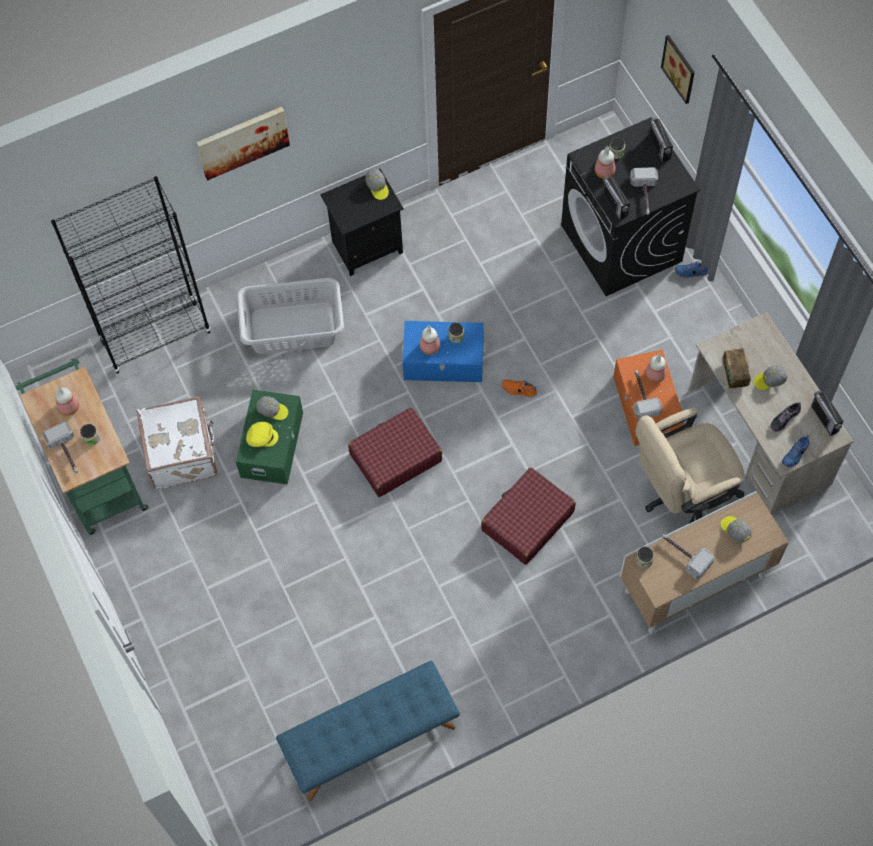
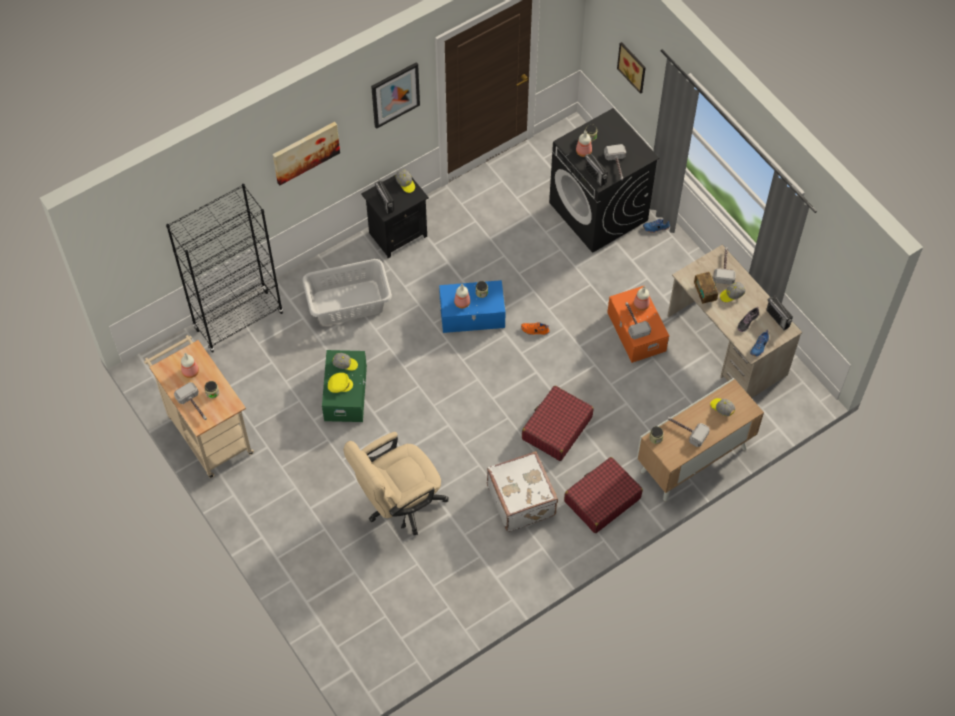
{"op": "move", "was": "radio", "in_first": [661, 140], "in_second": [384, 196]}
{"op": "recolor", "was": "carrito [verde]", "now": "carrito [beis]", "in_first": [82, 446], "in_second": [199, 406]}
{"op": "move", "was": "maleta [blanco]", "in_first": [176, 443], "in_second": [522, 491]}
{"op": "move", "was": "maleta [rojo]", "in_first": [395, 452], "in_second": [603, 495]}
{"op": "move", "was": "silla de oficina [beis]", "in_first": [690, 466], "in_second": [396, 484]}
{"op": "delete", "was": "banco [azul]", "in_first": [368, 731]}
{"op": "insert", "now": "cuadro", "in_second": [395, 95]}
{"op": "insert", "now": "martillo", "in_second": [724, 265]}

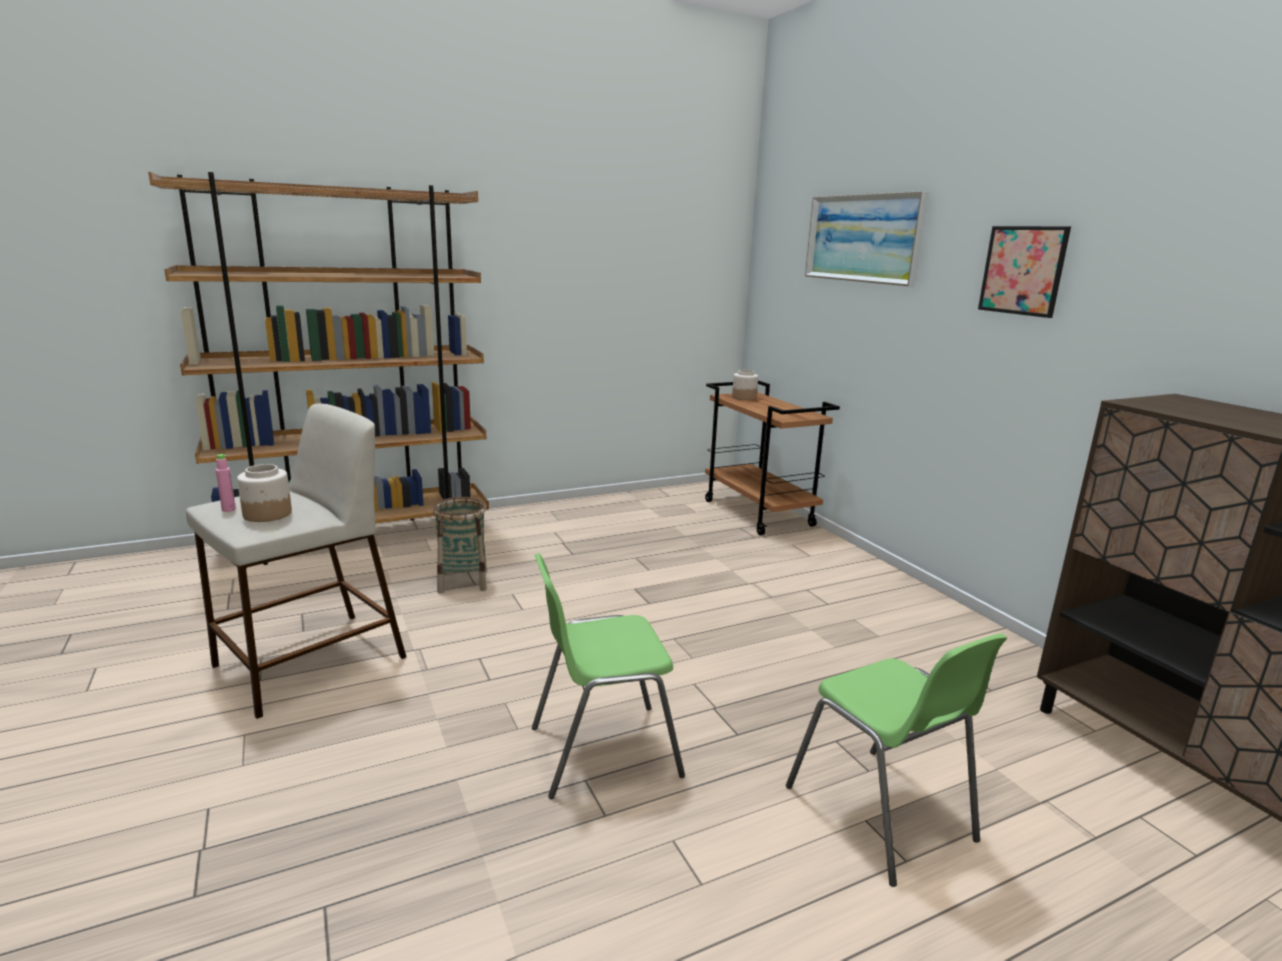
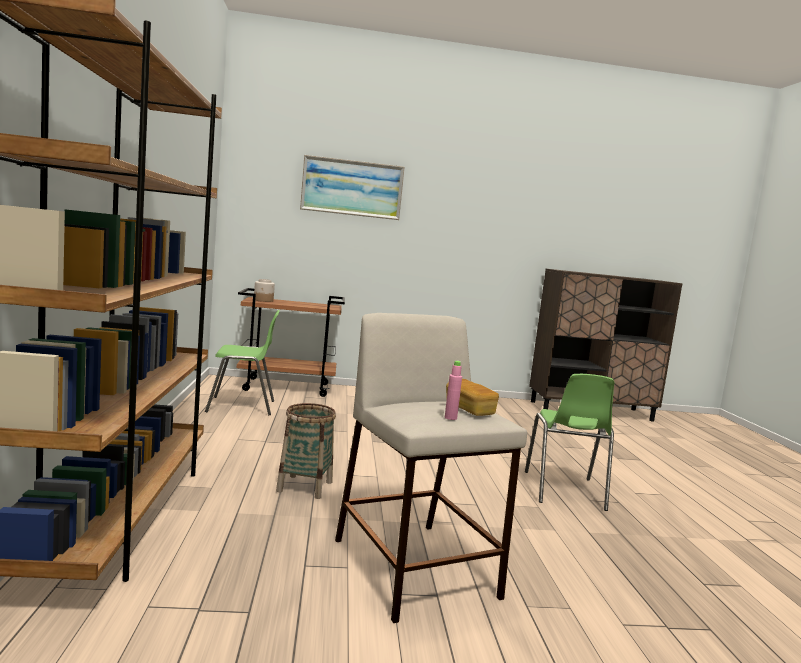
{"op": "delete", "was": "cuadro", "in_first": [1024, 272]}
{"op": "replace", "was": "tarro", "now": "pan", "in_first": [264, 493], "in_second": [472, 397]}
{"op": "move", "was": "silla [verde]", "in_first": [896, 760], "in_second": [242, 362]}

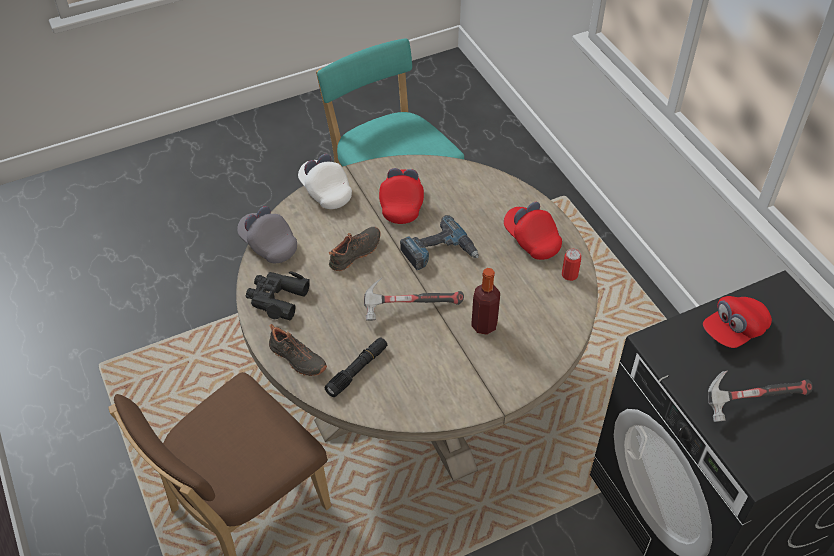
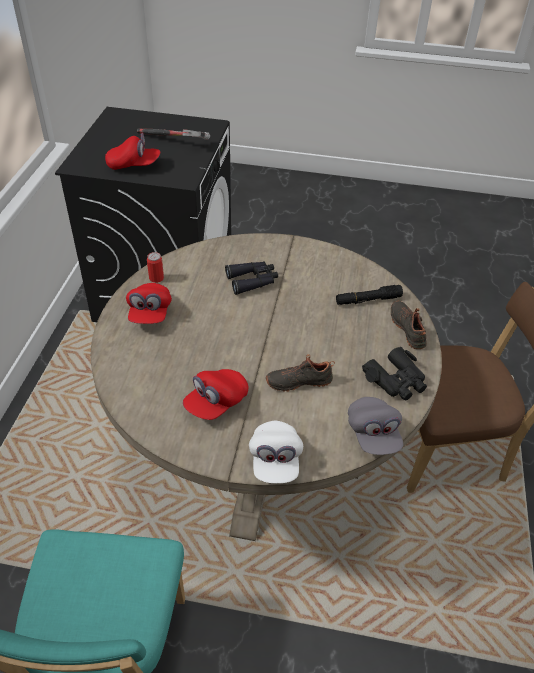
{"op": "delete", "was": "taladro", "in_first": [439, 242]}
{"op": "replace", "was": "botella", "now": "prismáticos [negro]", "in_first": [485, 301], "in_second": [251, 278]}
{"op": "delete", "was": "martillo", "in_first": [414, 299]}

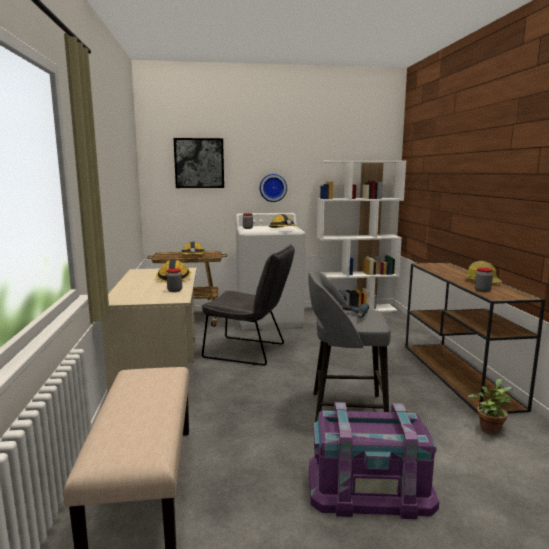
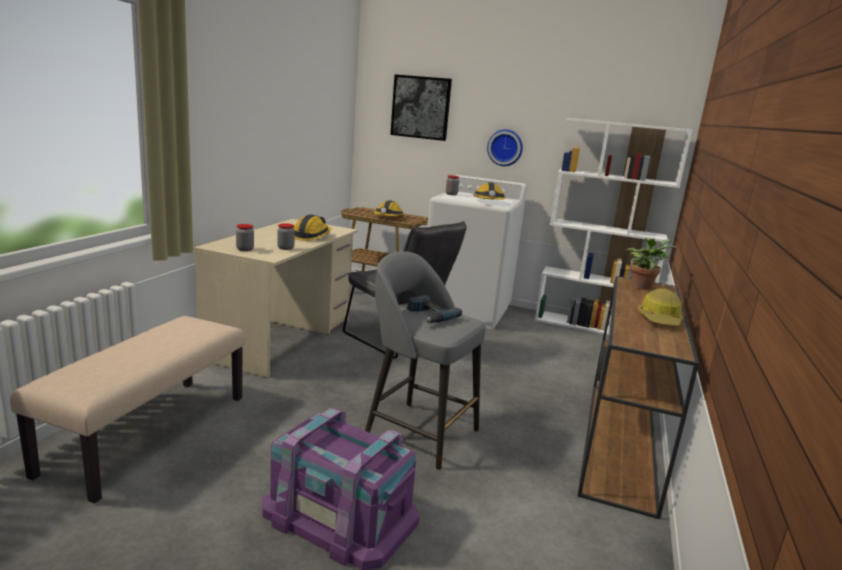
{"op": "move", "was": "tarro", "in_first": [484, 280], "in_second": [245, 237]}
{"op": "move", "was": "planta en maceta", "in_first": [490, 407], "in_second": [651, 264]}

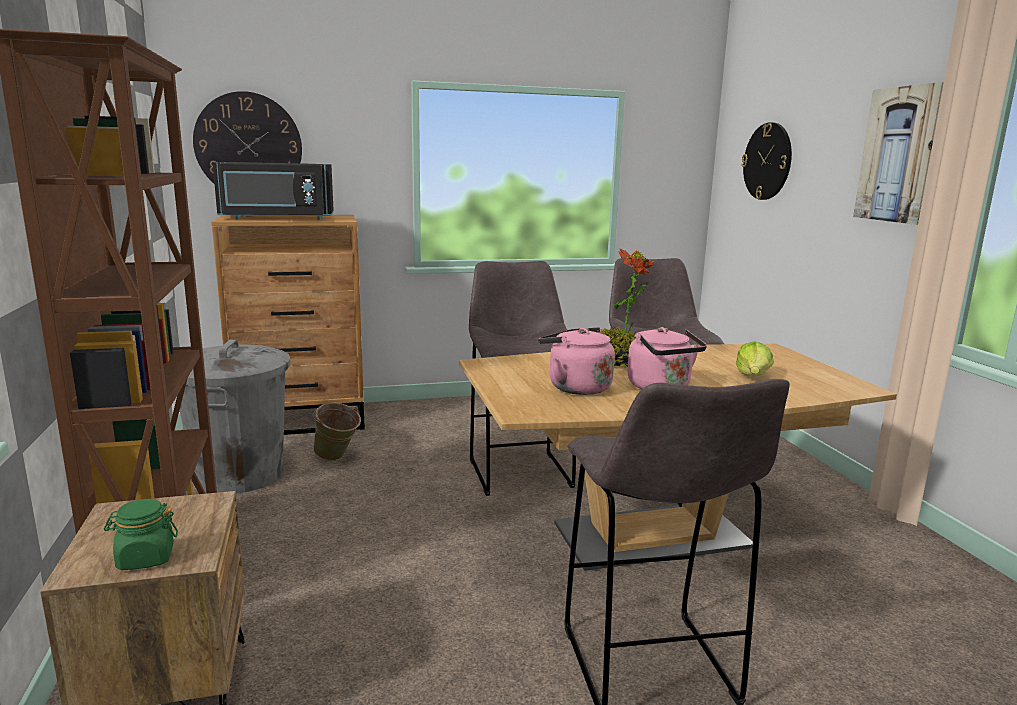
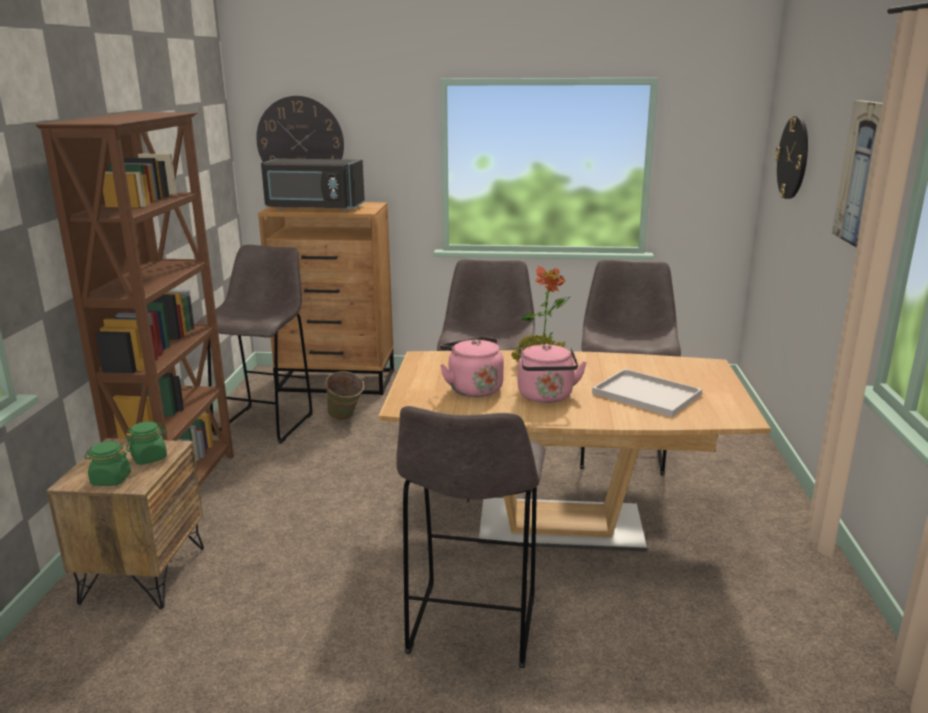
{"op": "replace", "was": "papelera [gris]", "now": "taburete [gris]", "in_first": [235, 416], "in_second": [255, 344]}
{"op": "replace", "was": "lechuga", "now": "bandeja [blanco]", "in_first": [755, 358], "in_second": [647, 393]}
{"op": "insert", "now": "tarro [verde]", "in_second": [146, 443]}

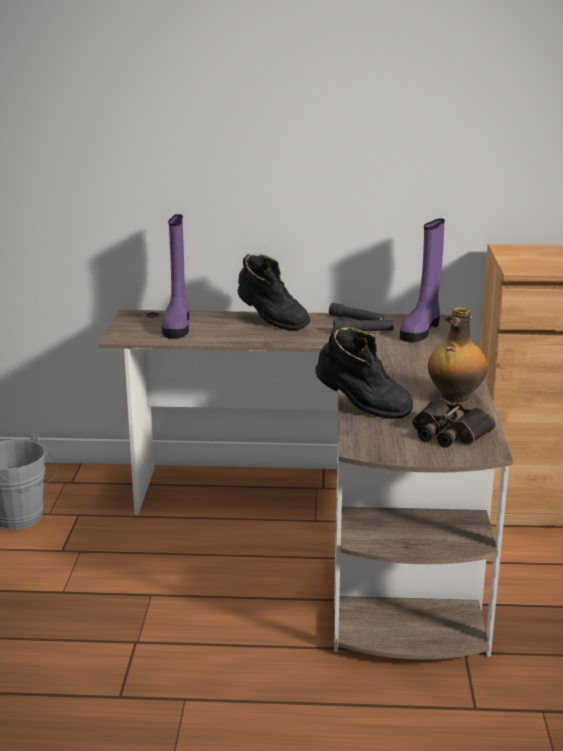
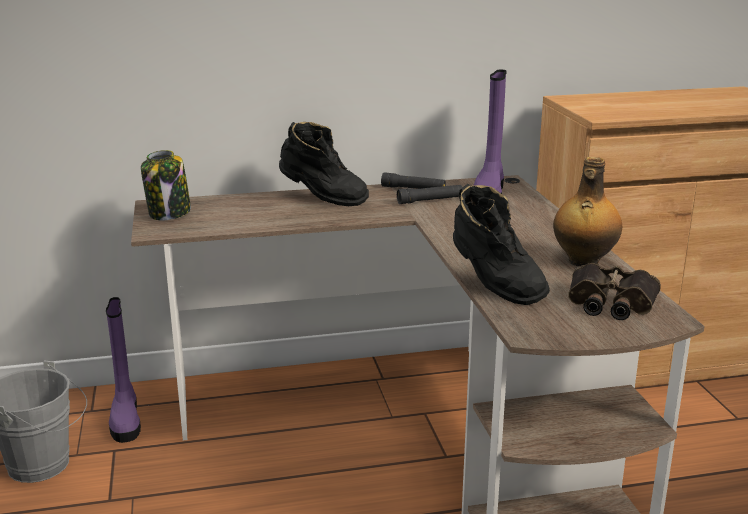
{"op": "move", "was": "bota [morado]", "in_first": [175, 276], "in_second": [123, 370]}
{"op": "rotate", "was": "bota [negro]", "in_first": [364, 373], "in_second": [501, 244], "clockwise": 45}
{"op": "insert", "now": "tarro", "in_second": [166, 185]}

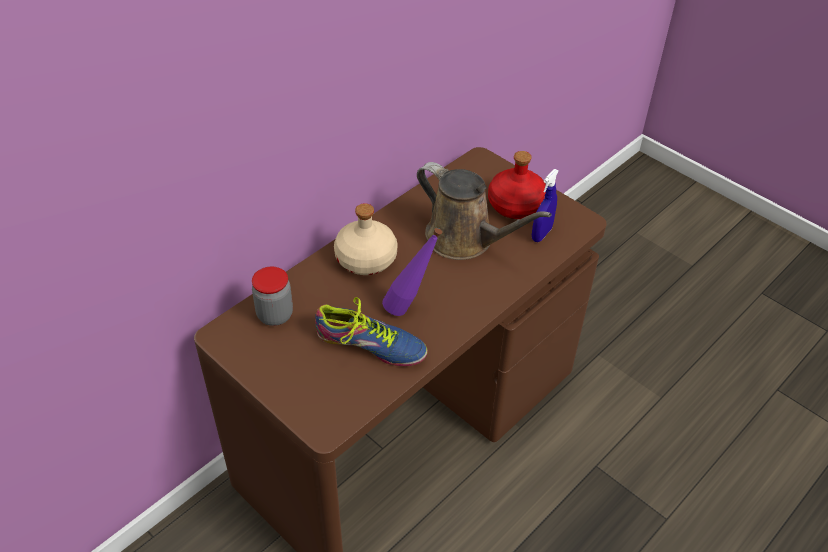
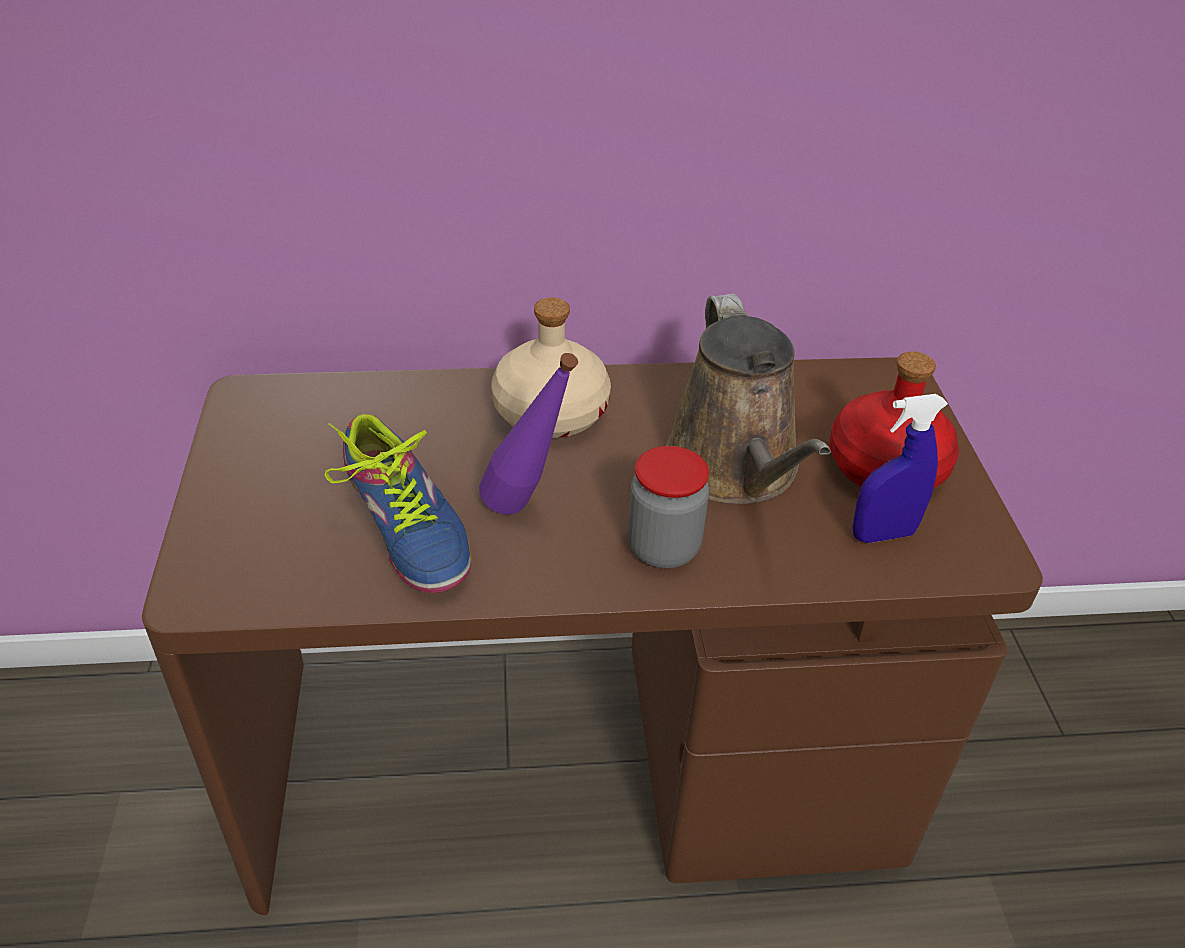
{"op": "move", "was": "tarro", "in_first": [272, 296], "in_second": [668, 507]}

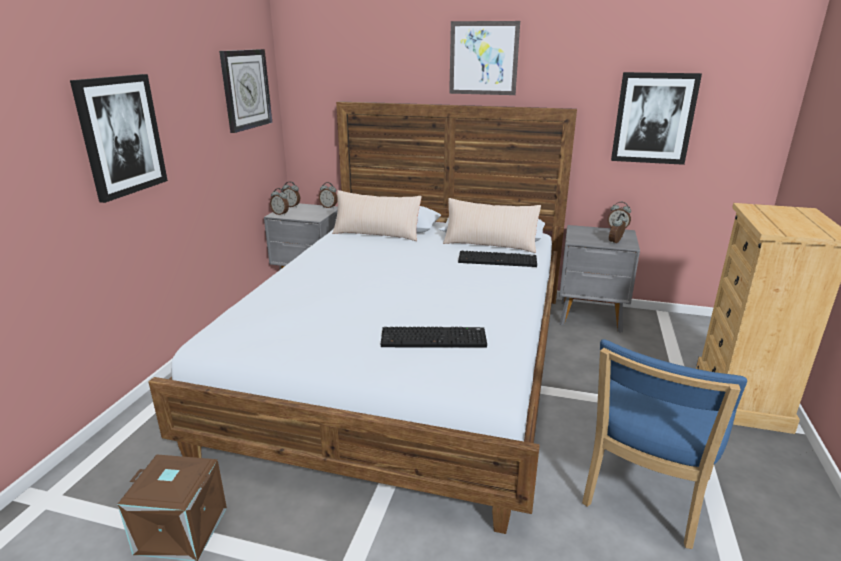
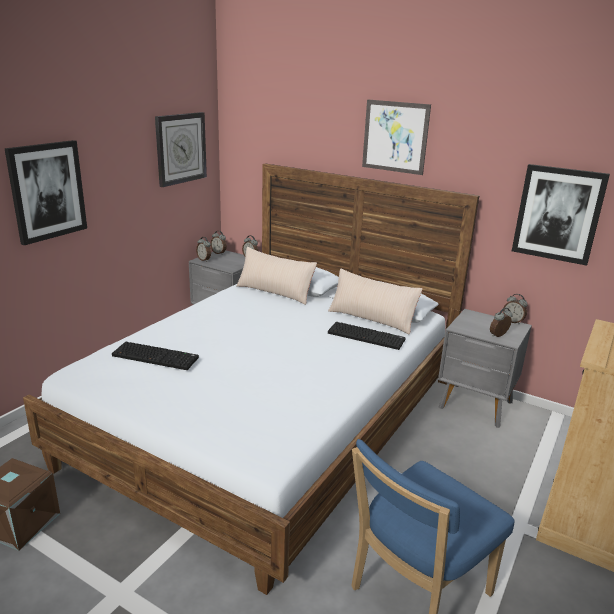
{"op": "move", "was": "teclado", "in_first": [434, 337], "in_second": [155, 356]}

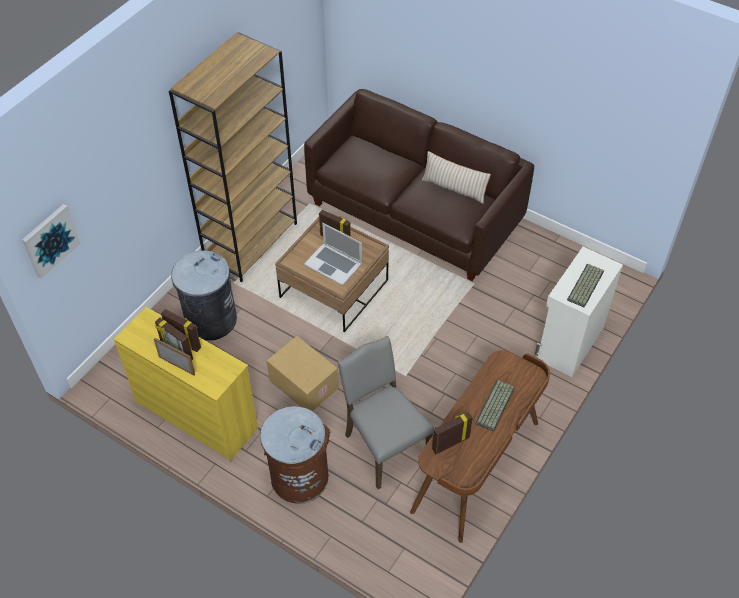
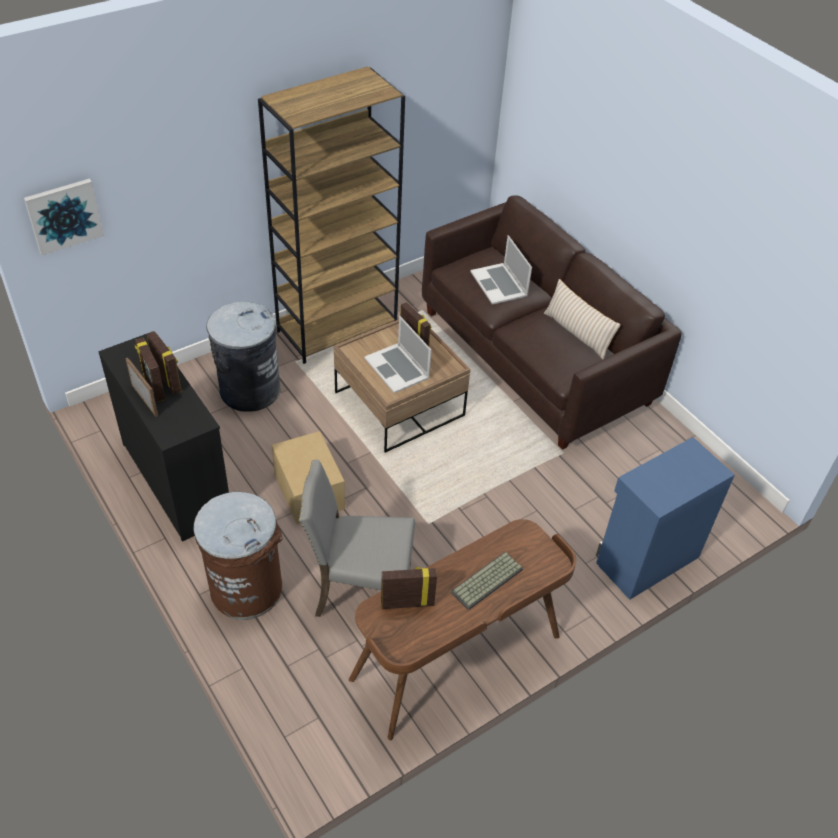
{"op": "recolor", "was": "armario [blanco]", "now": "armario [azul]", "in_first": [579, 312], "in_second": [665, 518]}
{"op": "delete", "was": "teclado", "in_first": [585, 286]}
{"op": "recolor", "was": "cómoda [amarillo]", "now": "cómoda [negro]", "in_first": [186, 384], "in_second": [163, 436]}
{"op": "rotate", "was": "silla [gris]", "in_first": [386, 412], "in_second": [357, 538], "clockwise": -75}
{"op": "insert", "now": "portátil", "in_second": [501, 270]}

